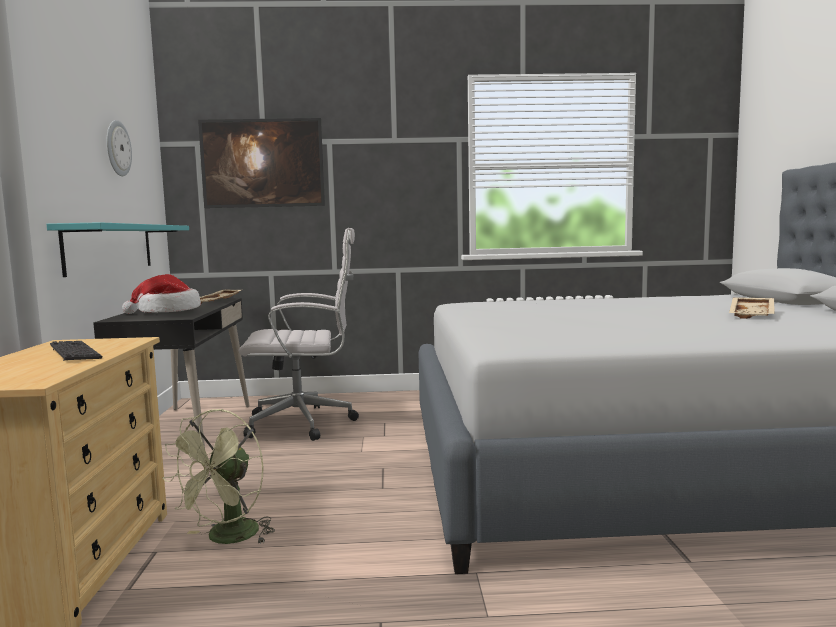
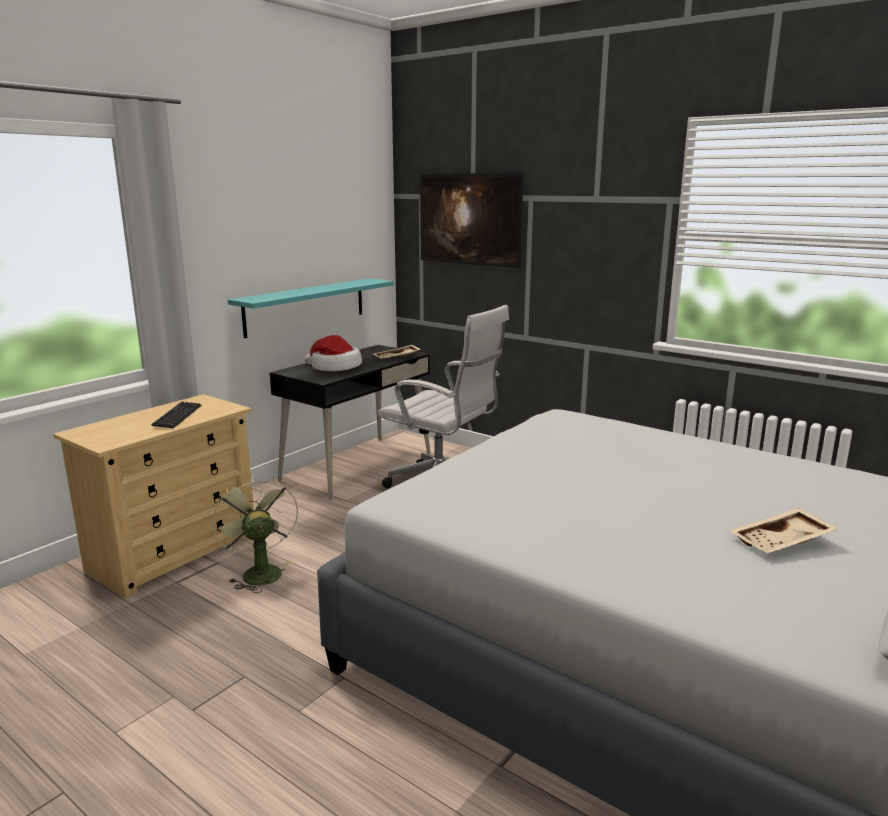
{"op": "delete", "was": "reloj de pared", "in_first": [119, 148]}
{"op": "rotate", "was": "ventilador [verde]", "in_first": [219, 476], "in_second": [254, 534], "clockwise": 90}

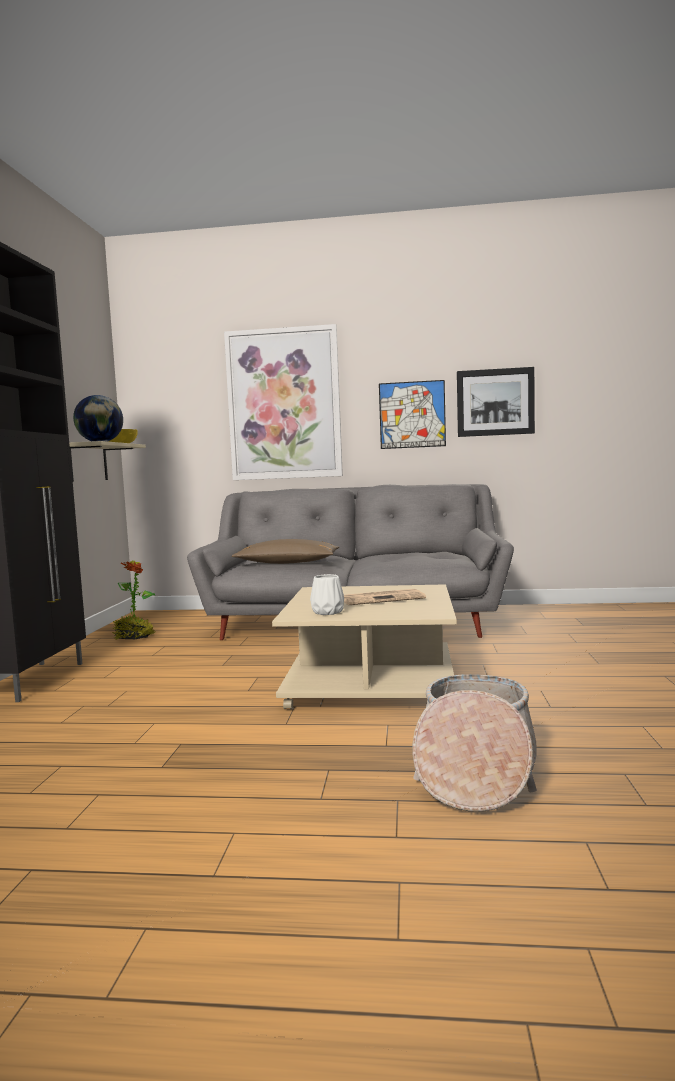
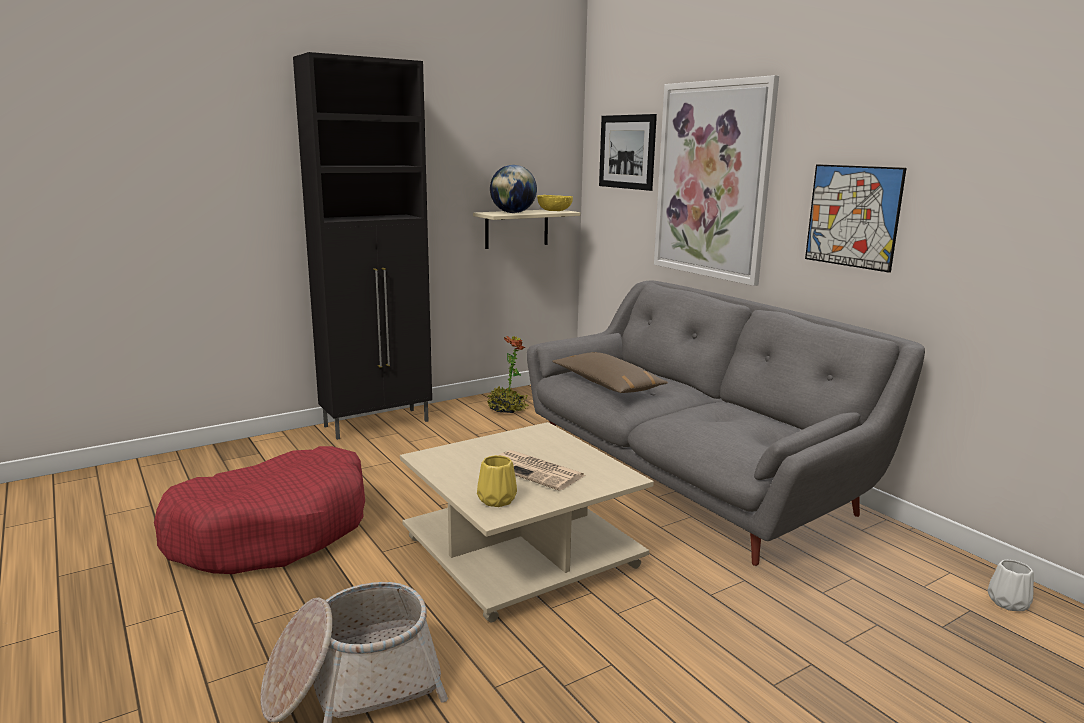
{"op": "move", "was": "cuadro", "in_first": [496, 402], "in_second": [628, 152]}
{"op": "move", "was": "florero [blanco]", "in_first": [327, 594], "in_second": [1011, 585]}
{"op": "insert", "now": "cama para perro [rojo]", "in_second": [259, 510]}
{"op": "insert", "now": "florero [amarillo]", "in_second": [497, 481]}

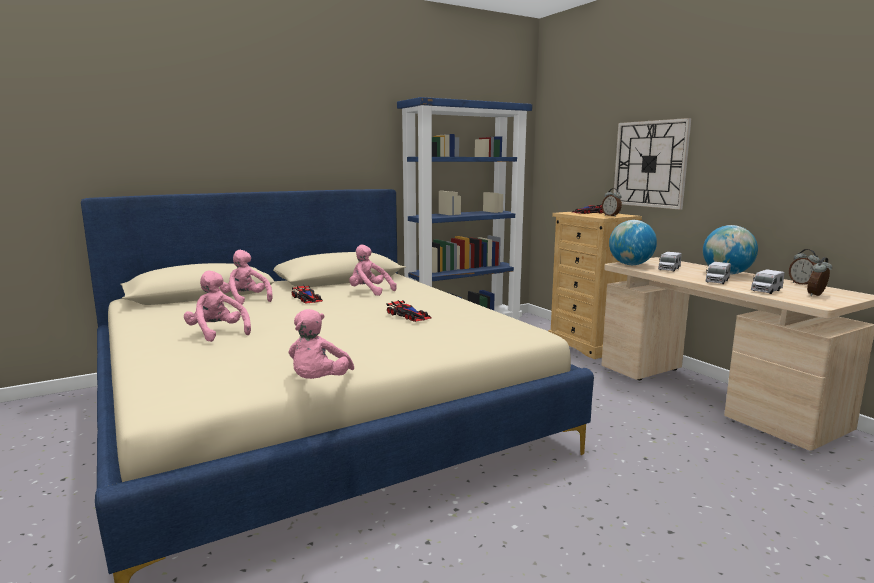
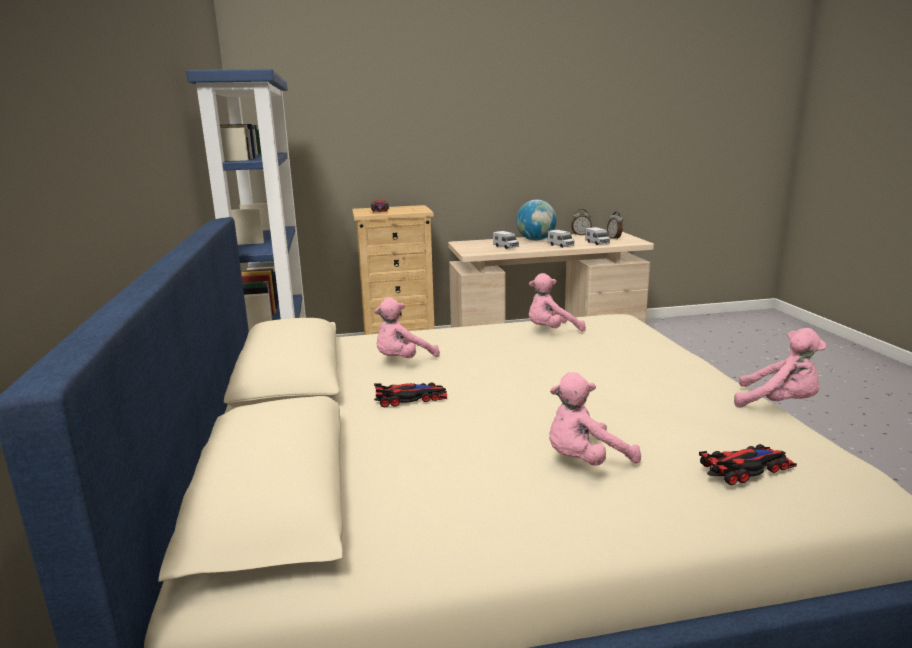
{"op": "delete", "was": "reloj de pared", "in_first": [652, 164]}
{"op": "delete", "was": "despertador", "in_first": [612, 202]}
{"op": "delete", "was": "globo terráqueo", "in_first": [633, 242]}
{"op": "move", "was": "peluche [rosa]", "in_first": [246, 277], "in_second": [557, 302]}
{"op": "move", "was": "coche de juguete", "in_first": [408, 311], "in_second": [748, 464]}

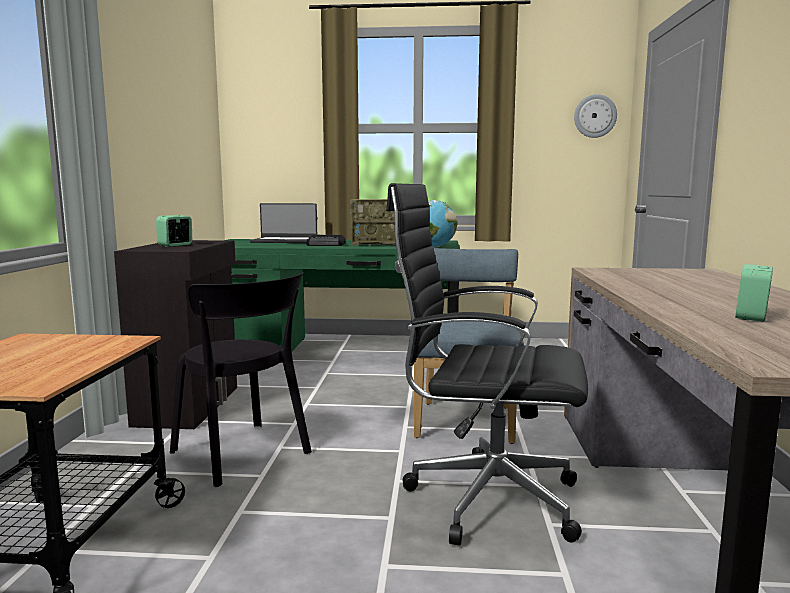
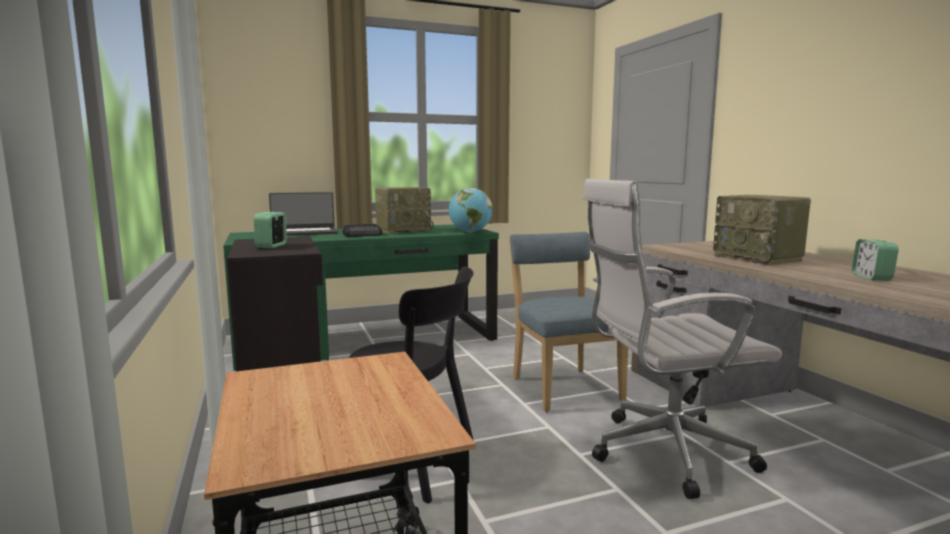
{"op": "delete", "was": "reloj de pared", "in_first": [595, 116]}
{"op": "recolor", "was": "silla de oficina [negro]", "now": "silla de oficina [blanco]", "in_first": [487, 364], "in_second": [682, 339]}
{"op": "insert", "now": "radio", "in_second": [762, 230]}

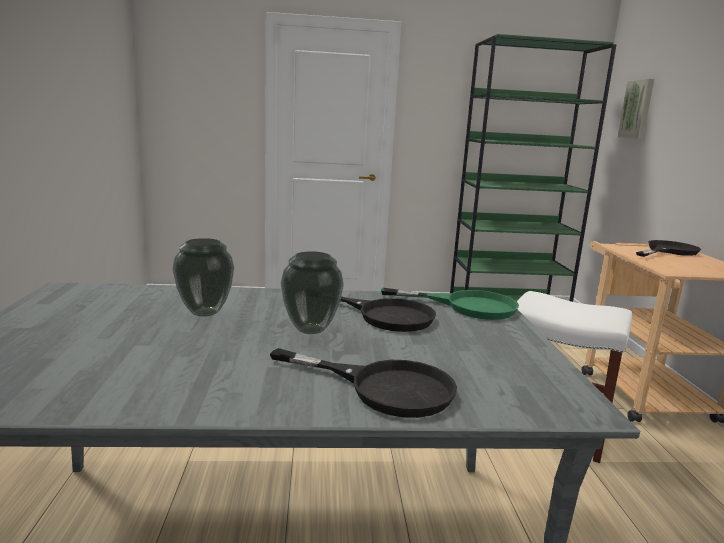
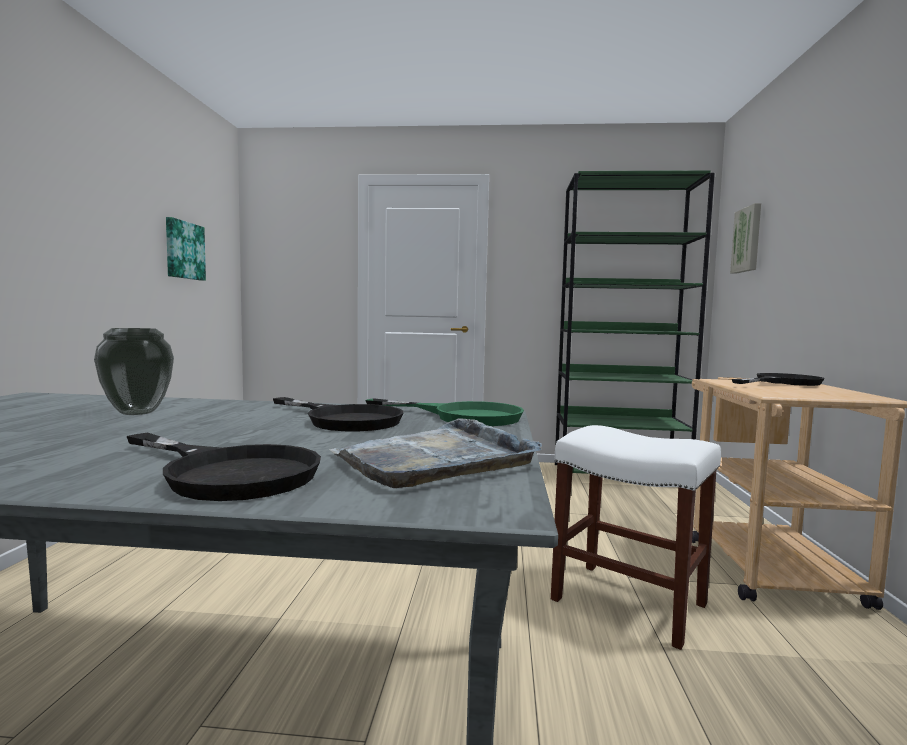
{"op": "delete", "was": "florero", "in_first": [312, 292]}
{"op": "insert", "now": "cuadro", "in_second": [186, 249]}
{"op": "insert", "now": "bandeja [gris]", "in_second": [435, 453]}

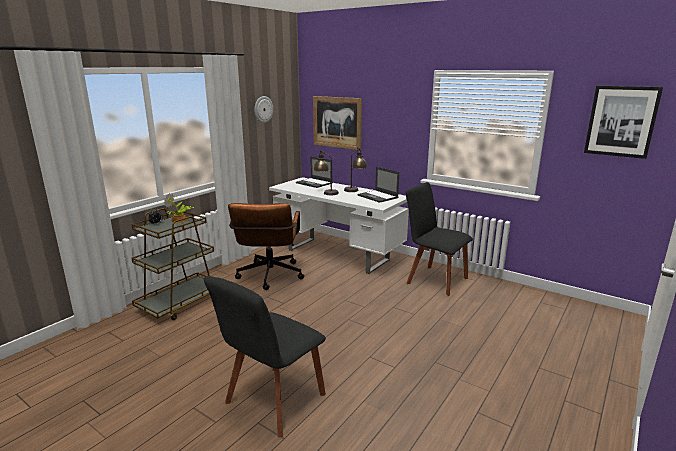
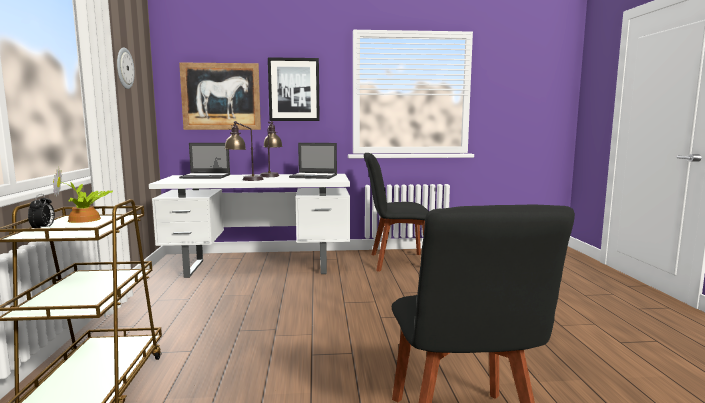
{"op": "move", "was": "cuadro", "in_first": [623, 122], "in_second": [294, 89]}
{"op": "delete", "was": "silla de oficina [marrón]", "in_first": [266, 246]}

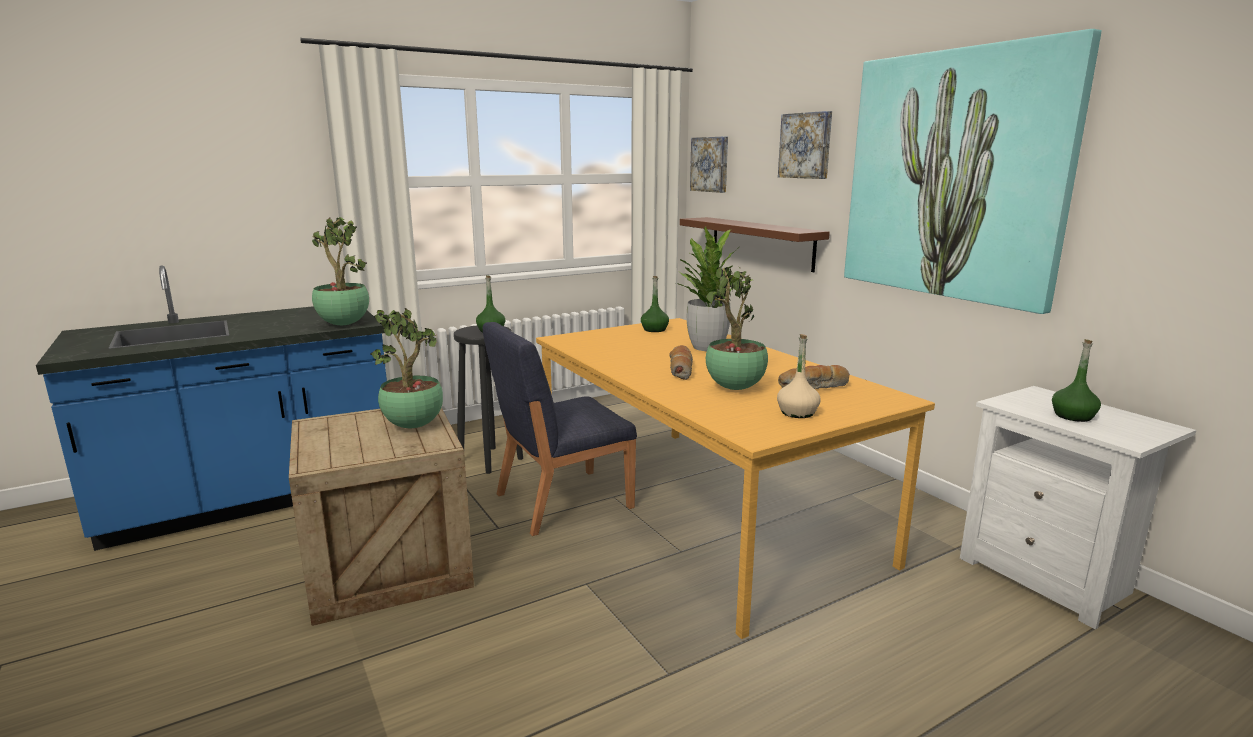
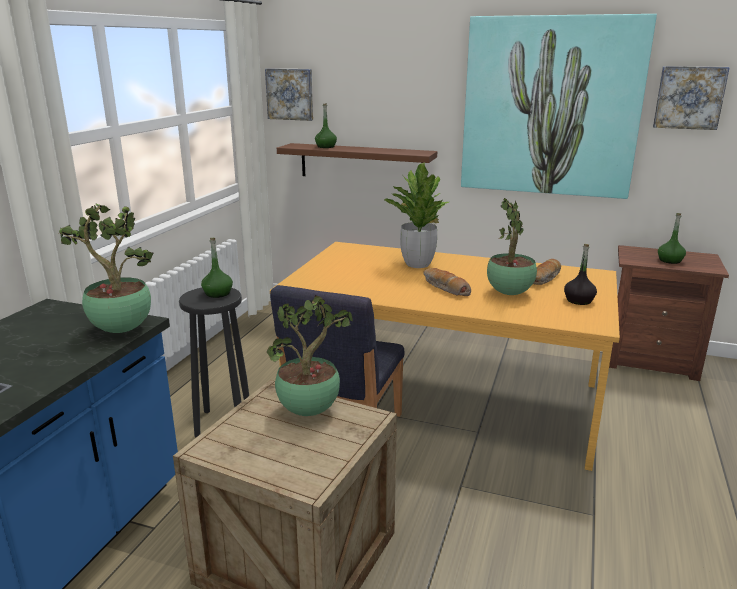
{"op": "move", "was": "cuadro", "in_first": [805, 145], "in_second": [691, 98]}
{"op": "move", "was": "botella [verde]", "in_first": [655, 304], "in_second": [326, 126]}
{"op": "recolor", "was": "botella [beis]", "now": "botella [negro]", "in_first": [799, 376], "in_second": [580, 274]}
{"op": "recolor", "was": "mesita de noche [blanco]", "now": "mesita de noche [marrón]", "in_first": [1078, 508], "in_second": [669, 313]}

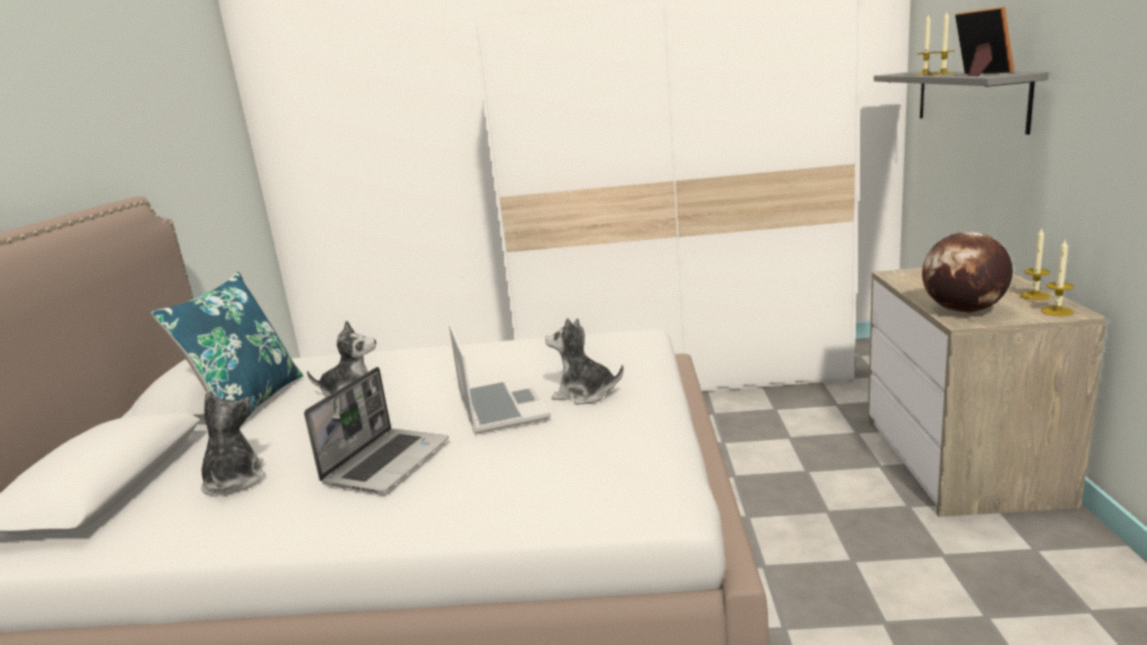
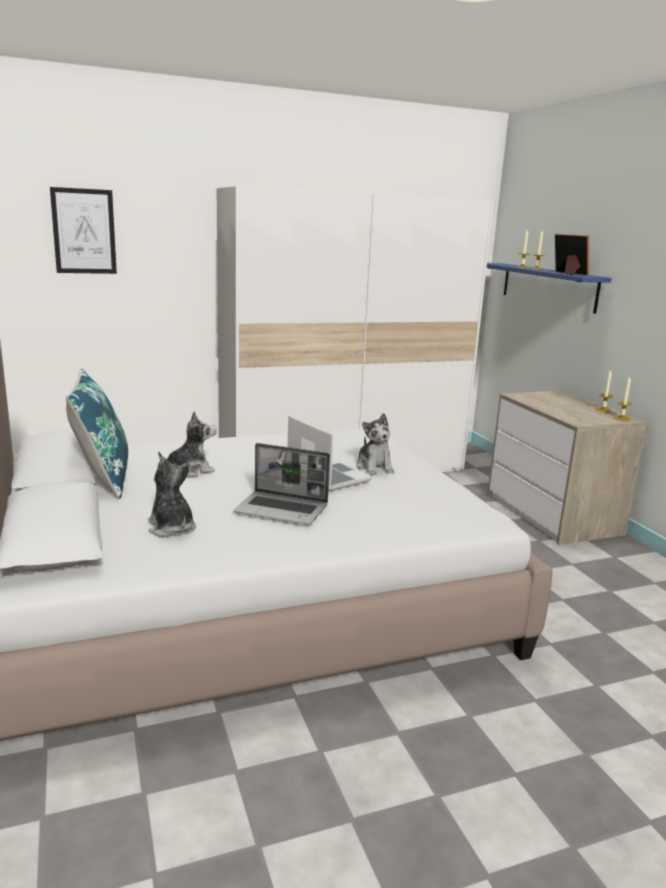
{"op": "recolor", "was": "estante [gris]", "now": "estante [azul]", "in_first": [961, 103], "in_second": [549, 288]}
{"op": "delete", "was": "globo terráqueo", "in_first": [967, 272]}
{"op": "rotate", "was": "peluche", "in_first": [584, 361], "in_second": [375, 444], "clockwise": -105}
{"op": "rotate", "was": "portátil", "in_first": [376, 430], "in_second": [282, 484], "clockwise": 105}
{"op": "insert", "now": "cuadro", "in_second": [83, 230]}

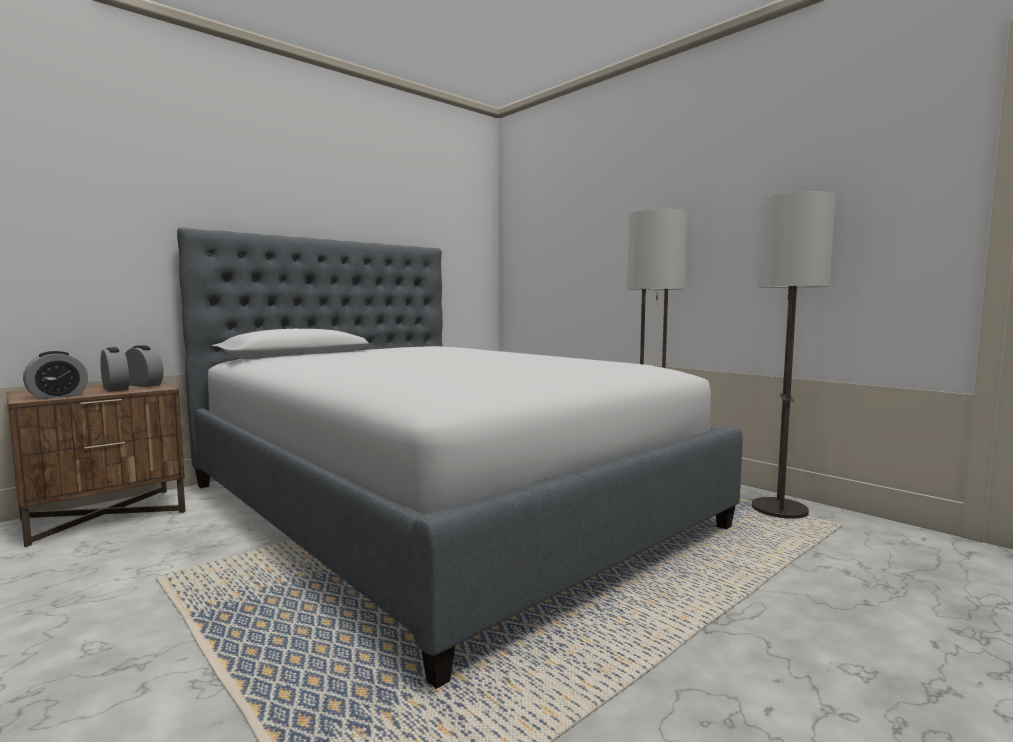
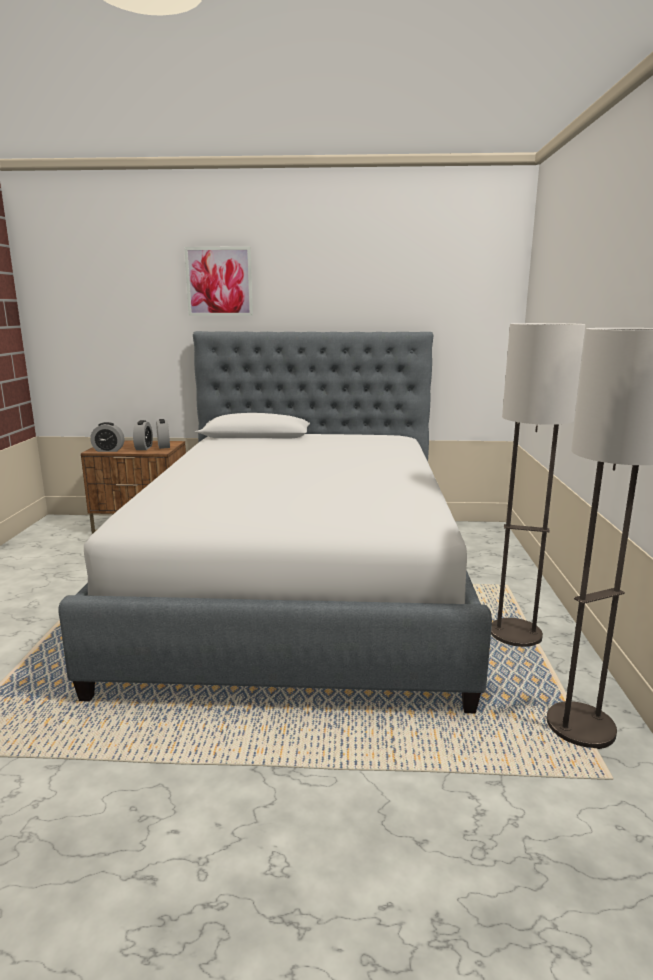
{"op": "insert", "now": "cuadro", "in_second": [218, 281]}

